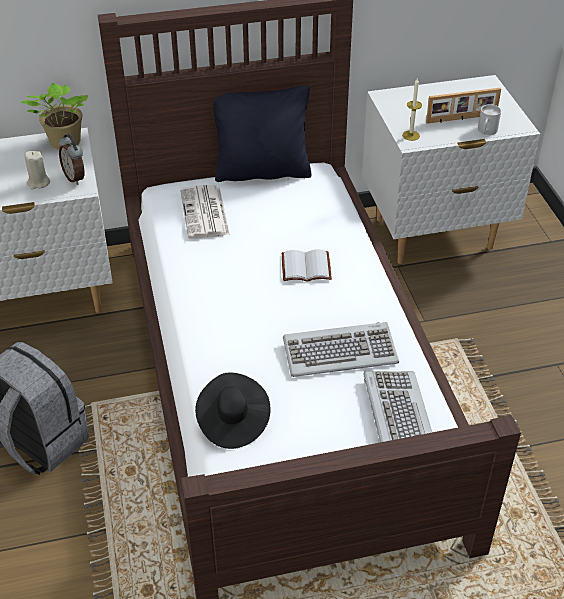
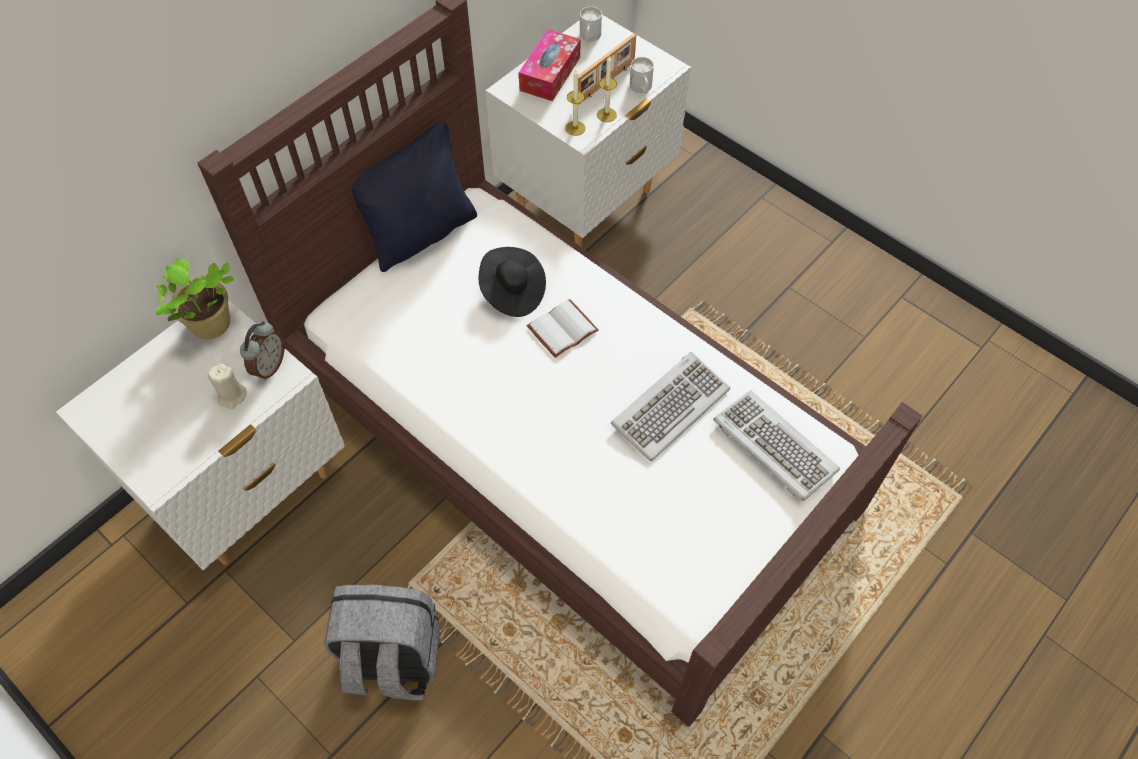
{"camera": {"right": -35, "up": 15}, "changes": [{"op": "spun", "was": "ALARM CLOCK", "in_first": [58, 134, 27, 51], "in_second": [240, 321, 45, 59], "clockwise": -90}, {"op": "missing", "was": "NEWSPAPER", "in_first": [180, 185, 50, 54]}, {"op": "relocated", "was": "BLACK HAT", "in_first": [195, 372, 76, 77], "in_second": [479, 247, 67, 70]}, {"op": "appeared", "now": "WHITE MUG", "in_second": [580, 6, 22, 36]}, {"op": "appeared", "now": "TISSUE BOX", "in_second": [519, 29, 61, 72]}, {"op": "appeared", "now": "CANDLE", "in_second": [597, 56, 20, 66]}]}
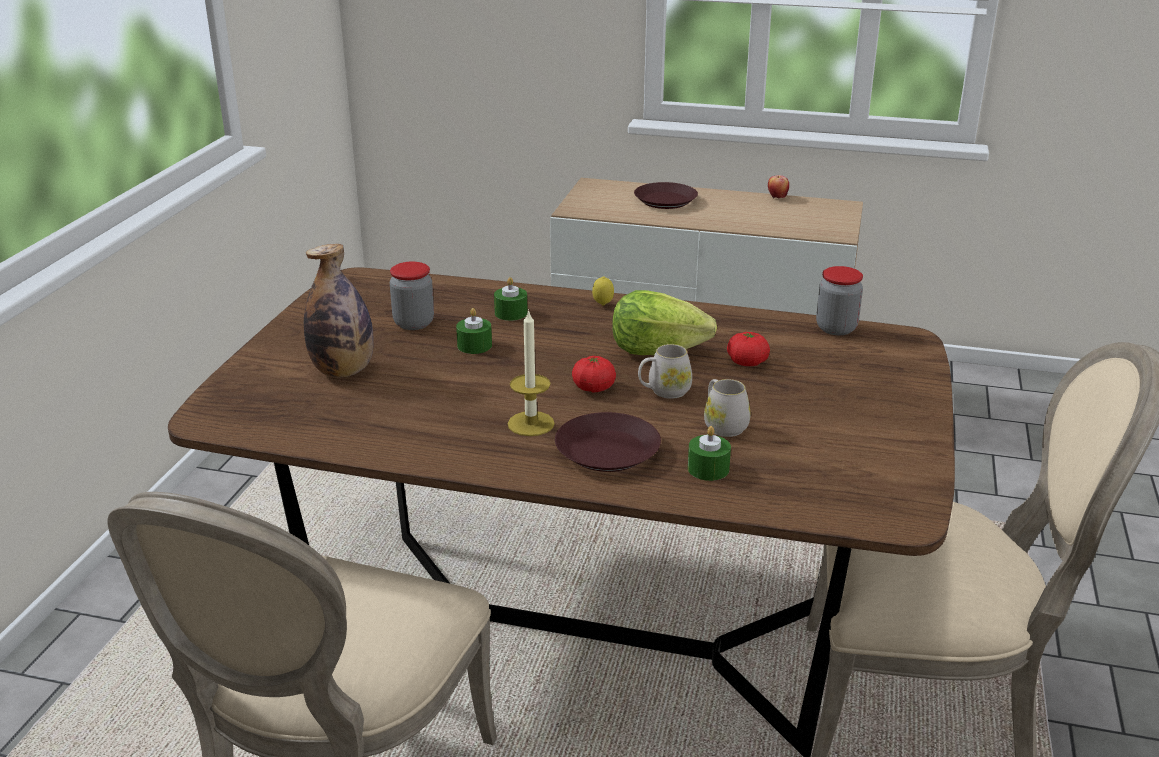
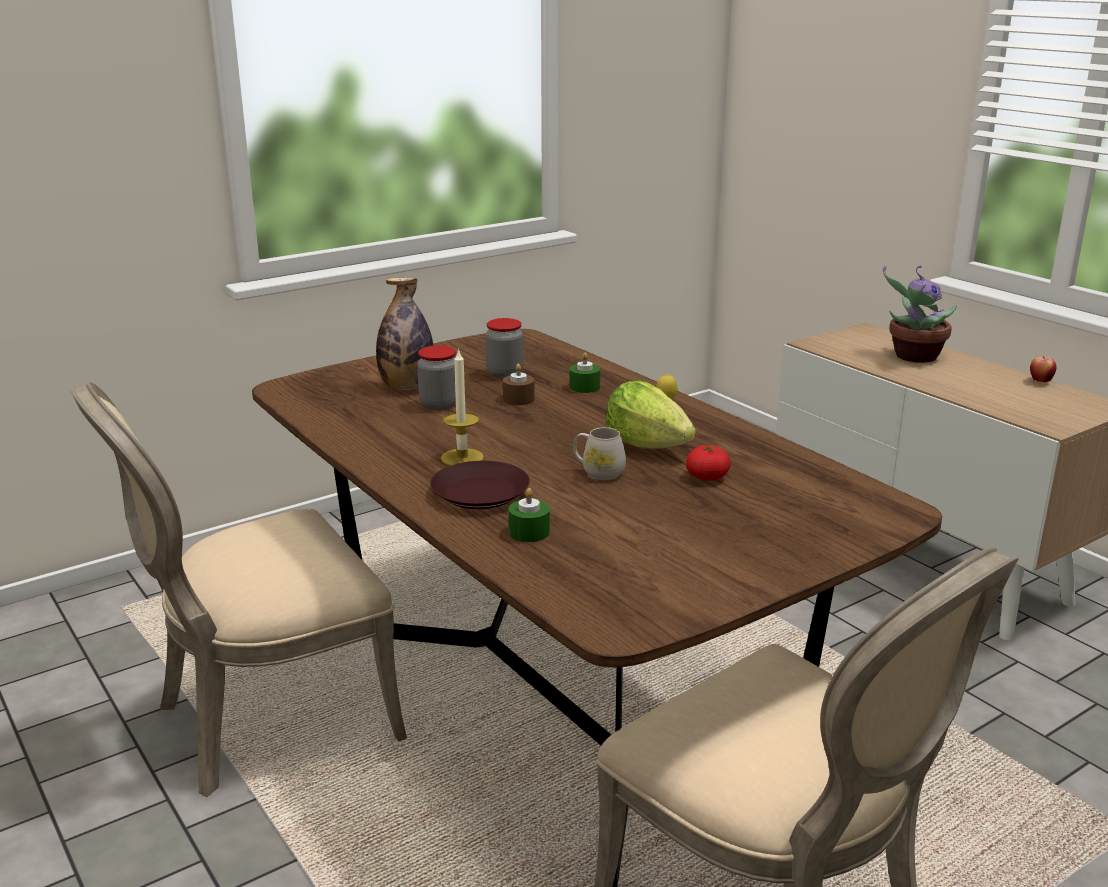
{"camera": {"right": 40, "up": -5}, "changes": [{"op": "exchanged", "was": "BROWN PLATE", "now": "POTTED PLANT", "in_first": [634, 182, 64, 27], "in_second": [883, 265, 74, 98]}, {"op": "relocated", "was": "JAR", "in_first": [816, 266, 47, 69], "in_second": [417, 345, 39, 65]}, {"op": "colour", "was": "GREEN CANDLE", "now": "BROWN CANDLE", "in_first": [456, 308, 36, 46], "in_second": [503, 363, 32, 42]}, {"op": "missing", "was": "TOMATO", "in_first": [572, 356, 44, 37]}, {"op": "missing", "was": "WHITE MUG", "in_first": [704, 379, 46, 58]}]}
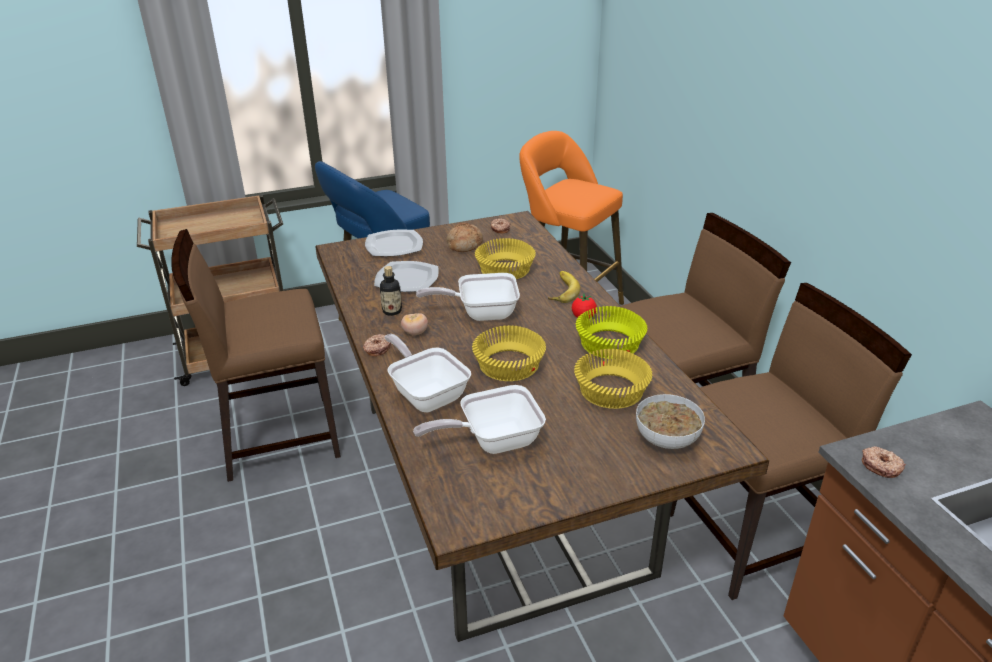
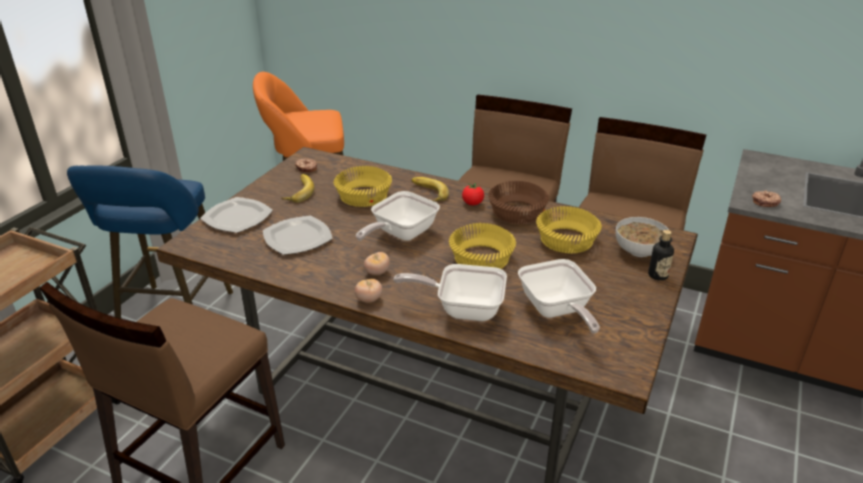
{"camera": {"right": -45, "up": 0}, "changes": [{"op": "exchanged", "was": "BREAD", "now": "BANANA", "in_first": [447, 223, 36, 29], "in_second": [281, 174, 33, 28]}, {"op": "relocated", "was": "BOTTLE", "in_first": [380, 266, 22, 50], "in_second": [648, 230, 26, 51]}, {"op": "colour", "was": "YELLOW BOWL", "now": "BROWN BOWL", "in_first": [576, 306, 71, 53], "in_second": [488, 181, 61, 43]}, {"op": "exchanged", "was": "DONUT", "now": "TOMATO", "in_first": [363, 334, 28, 22], "in_second": [355, 279, 27, 24]}, {"op": "spun", "was": "FRYING PAN", "in_first": [413, 385, 133, 69], "in_second": [518, 259, 82, 74], "clockwise": -45}]}
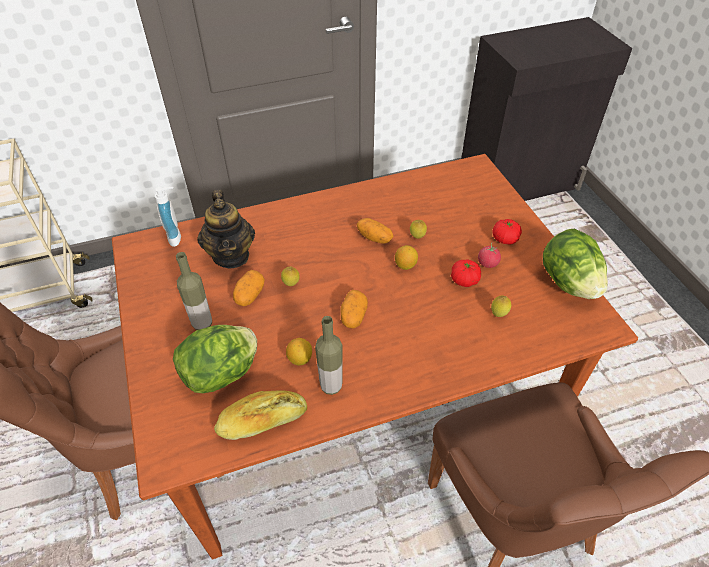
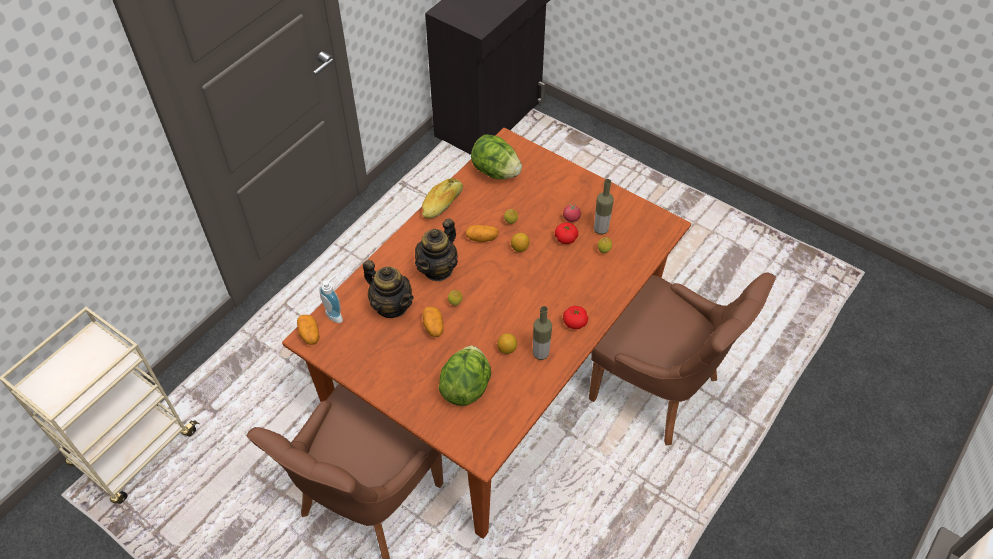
{"camera": {"right": -35, "up": 5}, "changes": [{"op": "relocated", "was": "TOMATO", "in_first": [492, 219, 30, 26], "in_second": [563, 306, 25, 23]}, {"op": "relocated", "was": "LETTUCE", "in_first": [543, 229, 65, 70], "in_second": [471, 135, 51, 45]}, {"op": "relocated", "was": "BOTTLE", "in_first": [176, 252, 36, 78], "in_second": [594, 179, 20, 56]}, {"op": "relocated", "was": "POTATO", "in_first": [340, 290, 28, 38], "in_second": [297, 315, 22, 30]}, {"op": "relocated", "was": "BREAD", "in_first": [214, 390, 93, 50], "in_second": [422, 178, 41, 41]}, {"op": "appeared", "now": "TEAPOT", "in_second": [415, 218, 43, 63]}]}
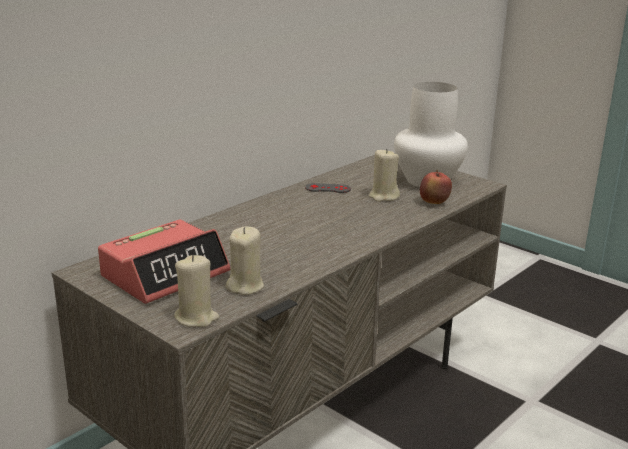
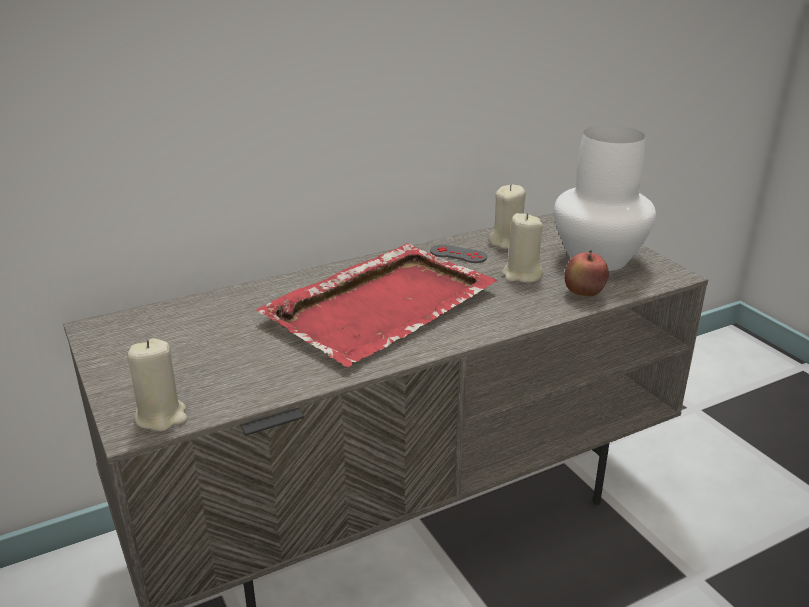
{"camera": {"right": 20, "up": 5}, "changes": [{"op": "missing", "was": "ALARM CLOCK", "in_first": [98, 219, 132, 85]}, {"op": "relocated", "was": "BEIGE CANDLE", "in_first": [226, 226, 38, 69], "in_second": [488, 184, 38, 65]}, {"op": "appeared", "now": "RED TRAY", "in_second": [256, 243, 242, 124]}]}
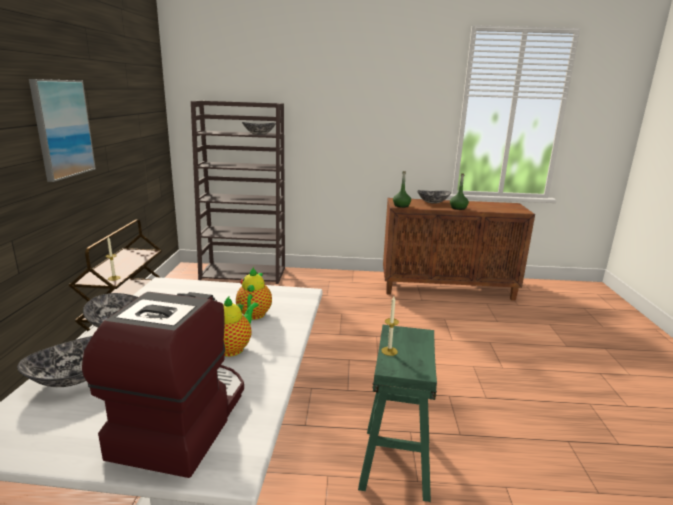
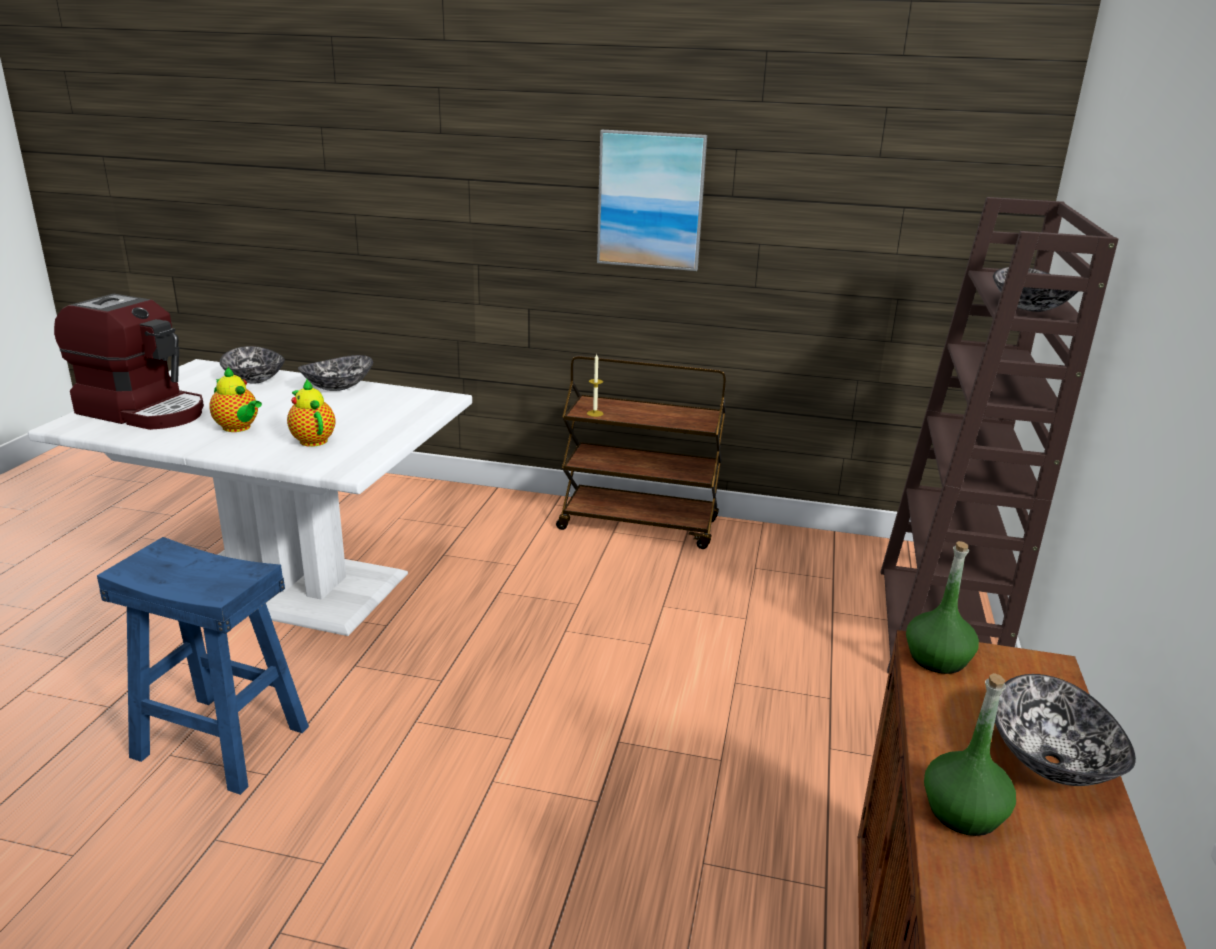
{"camera": {"right": 100, "up": 5}, "changes": [{"op": "spun", "was": "TEAPOT", "in_first": [236, 267, 36, 53], "in_second": [287, 379, 48, 68], "clockwise": -135}, {"op": "missing", "was": "CANDLE", "in_first": [381, 296, 18, 60]}, {"op": "colour", "was": "GREEN STOOL", "now": "BLUE STOOL", "in_first": [358, 325, 79, 177], "in_second": [97, 537, 212, 258]}]}
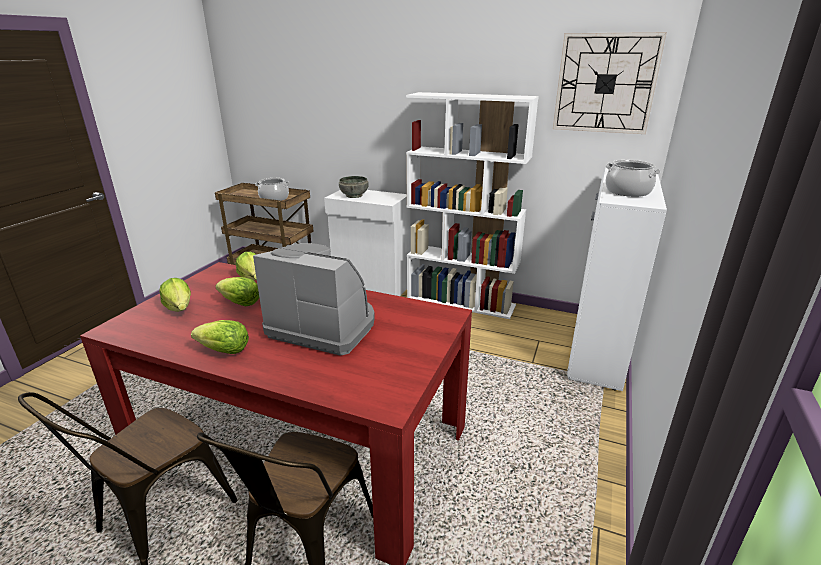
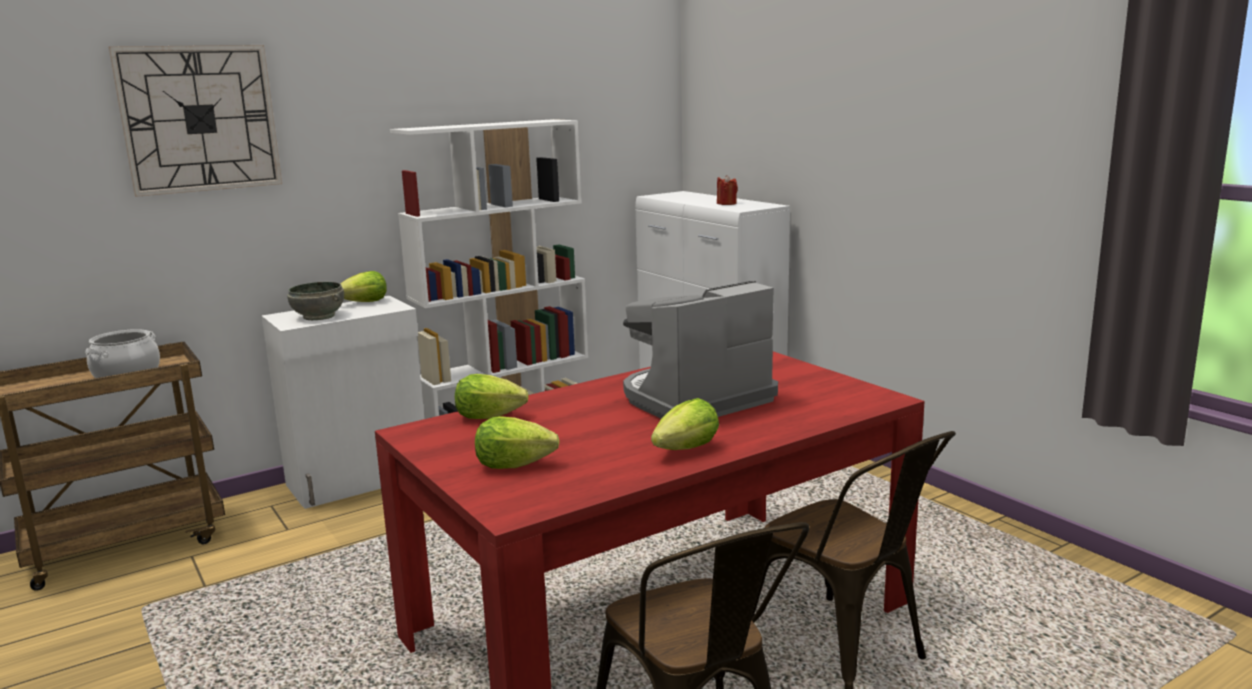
{"camera": {"right": -55, "up": -10}, "changes": [{"op": "relocated", "was": "WALL CLOCK", "in_first": [553, 32, 114, 102], "in_second": [108, 45, 174, 152]}, {"op": "exchanged", "was": "COOKING POT", "now": "RED CANDLE", "in_first": [605, 160, 56, 37], "in_second": [717, 175, 21, 30]}, {"op": "relocated", "was": "LETTUCE", "in_first": [215, 277, 44, 29], "in_second": [340, 271, 47, 31]}]}
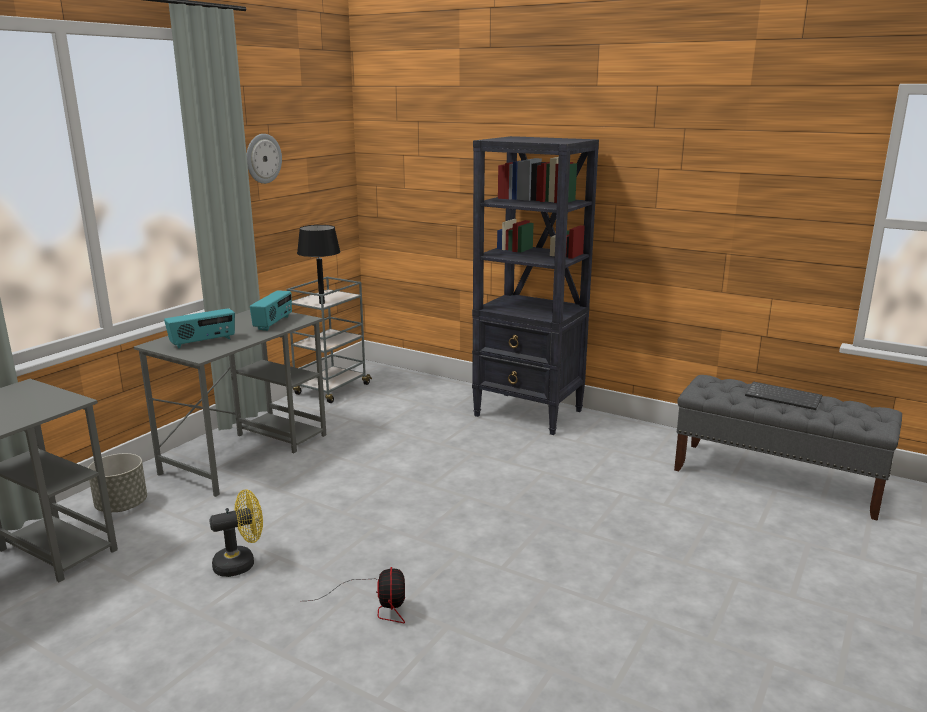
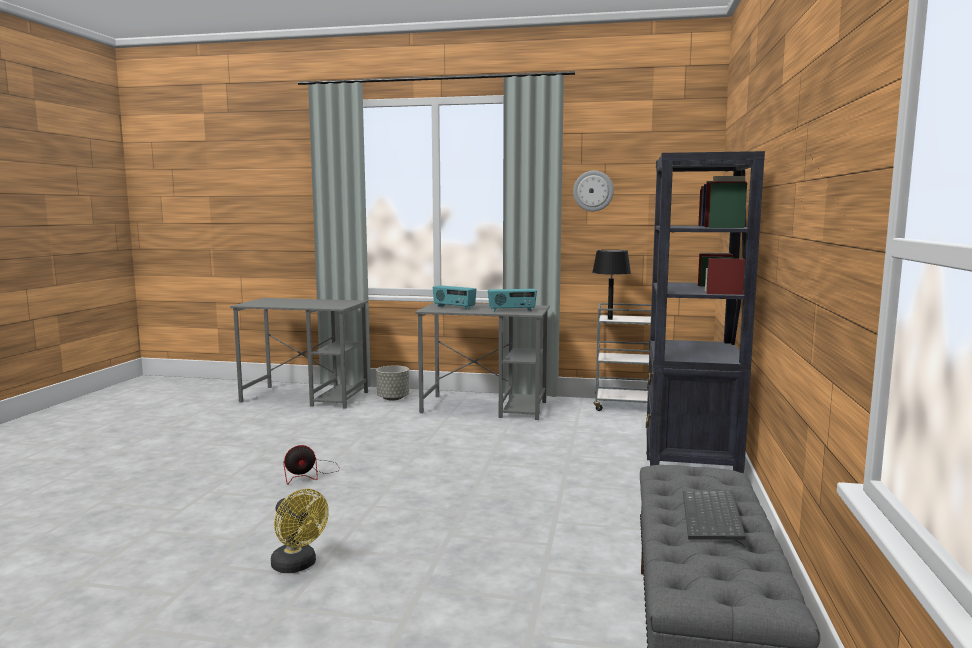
{"camera": {"right": 70, "up": -10}, "changes": [{"op": "relocated", "was": "YELLOW FAN", "in_first": [209, 490, 54, 87], "in_second": [271, 489, 58, 84]}]}
